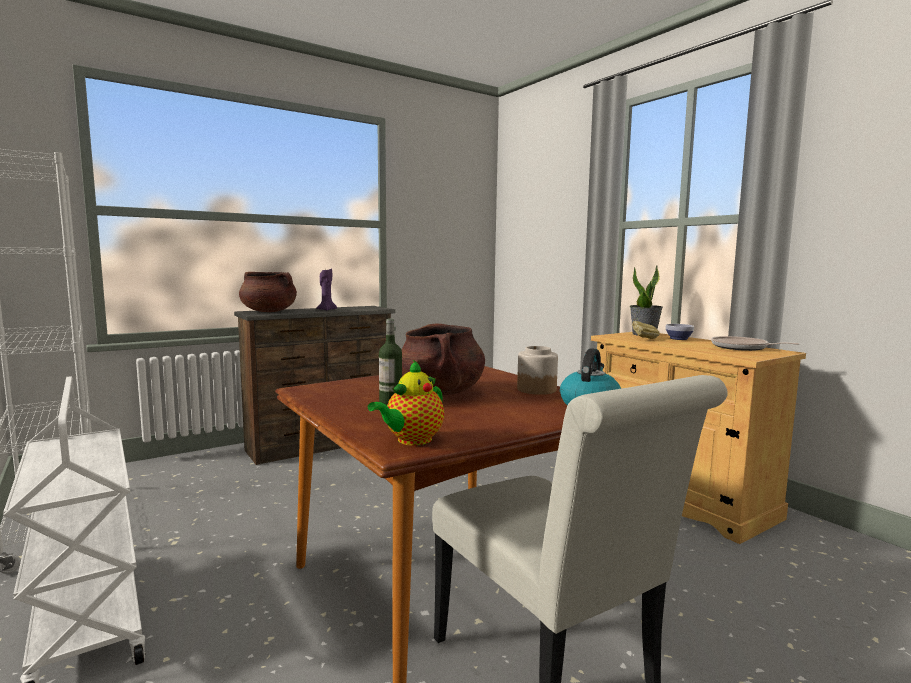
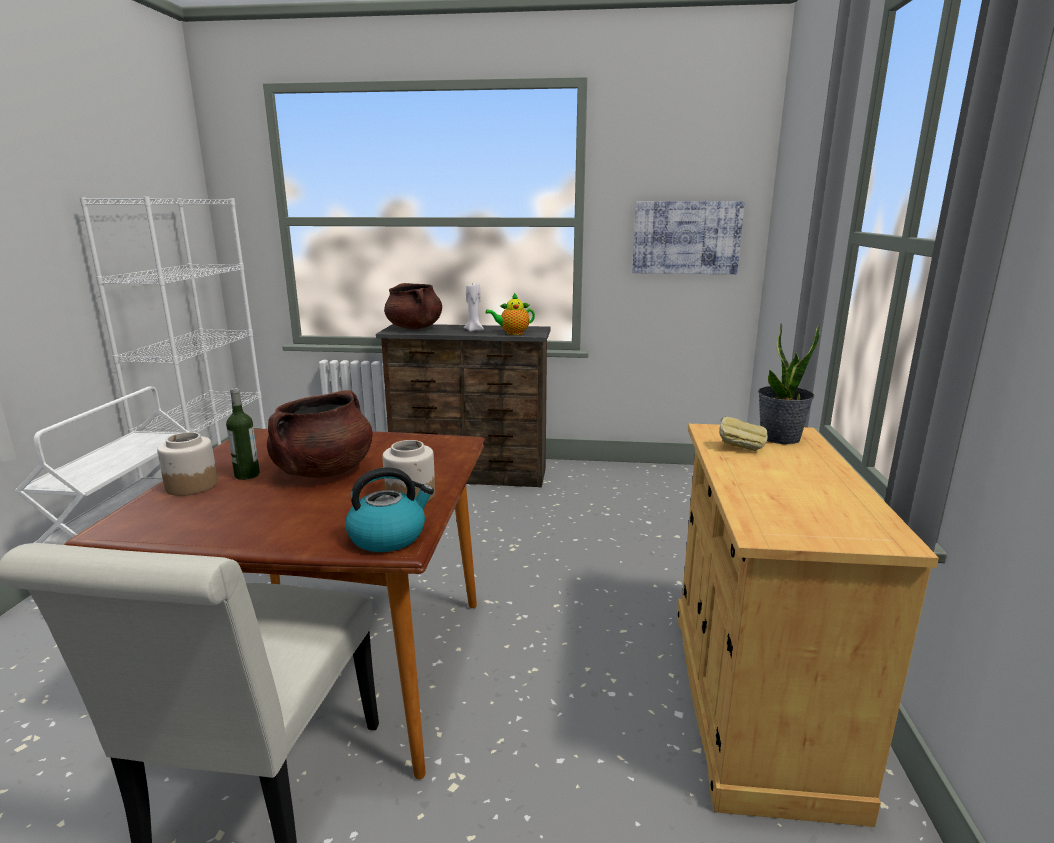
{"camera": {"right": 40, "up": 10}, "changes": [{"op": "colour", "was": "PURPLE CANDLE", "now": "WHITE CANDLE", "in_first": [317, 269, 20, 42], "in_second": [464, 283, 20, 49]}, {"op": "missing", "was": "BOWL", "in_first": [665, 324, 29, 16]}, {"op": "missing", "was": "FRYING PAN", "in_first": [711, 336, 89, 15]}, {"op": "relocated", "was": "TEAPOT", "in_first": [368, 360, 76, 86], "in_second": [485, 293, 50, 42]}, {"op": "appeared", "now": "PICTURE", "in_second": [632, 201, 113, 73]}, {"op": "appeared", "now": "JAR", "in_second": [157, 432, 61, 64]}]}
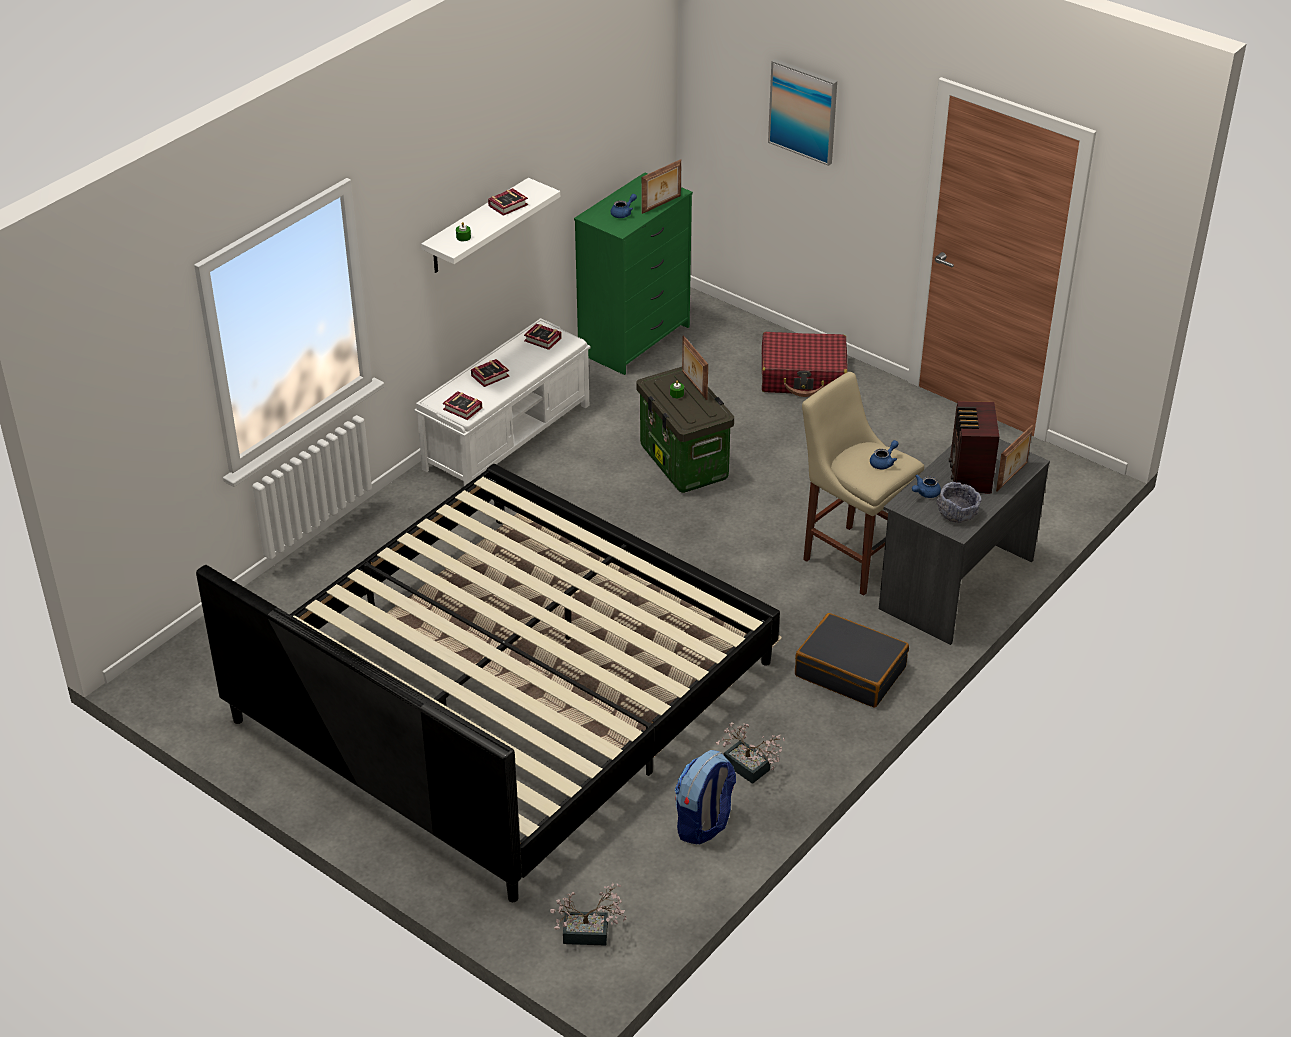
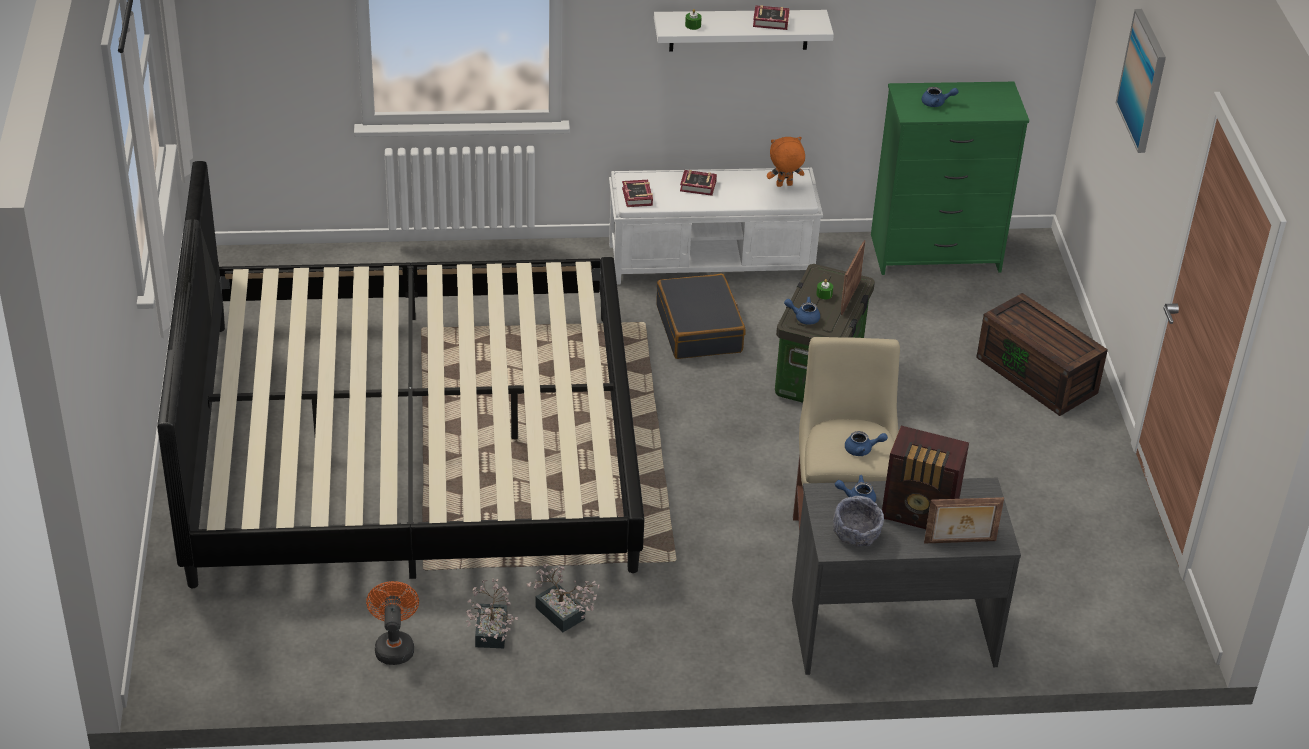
{"camera": {"right": 45, "up": 0}, "changes": [{"op": "missing", "was": "PICTURE FRAME", "in_first": [642, 159, 39, 55]}, {"op": "exchanged", "was": "BOOK", "now": "ORANGE PLUSH TOY", "in_first": [524, 323, 38, 27], "in_second": [767, 137, 38, 50]}, {"op": "exchanged", "was": "RED SUITCASE", "now": "BROWN STORAGE BOX", "in_first": [762, 332, 86, 65], "in_second": [976, 293, 132, 123]}, {"op": "spun", "was": "RADIO", "in_first": [949, 401, 50, 93], "in_second": [882, 426, 87, 103], "clockwise": -120}, {"op": "relocated", "was": "BLACK SUITCASE", "in_first": [795, 613, 114, 95], "in_second": [656, 274, 90, 85]}, {"op": "exchanged", "was": "BACKPACK", "now": "ORANGE FAN", "in_first": [675, 750, 61, 95], "in_second": [366, 581, 53, 84]}, {"op": "relocated", "was": "POTTED PLANT", "in_first": [550, 883, 77, 63], "in_second": [527, 564, 73, 68]}, {"op": "appeared", "now": "BLUE TEAPOT", "in_second": [784, 297, 36, 28]}]}
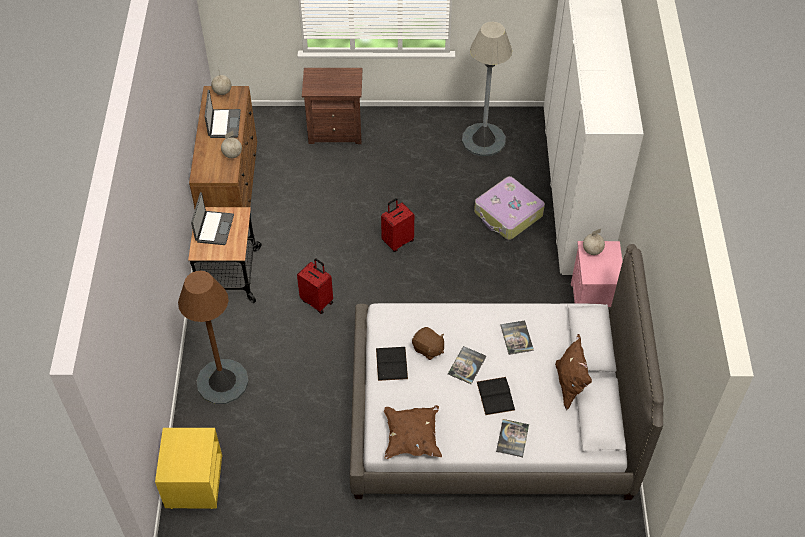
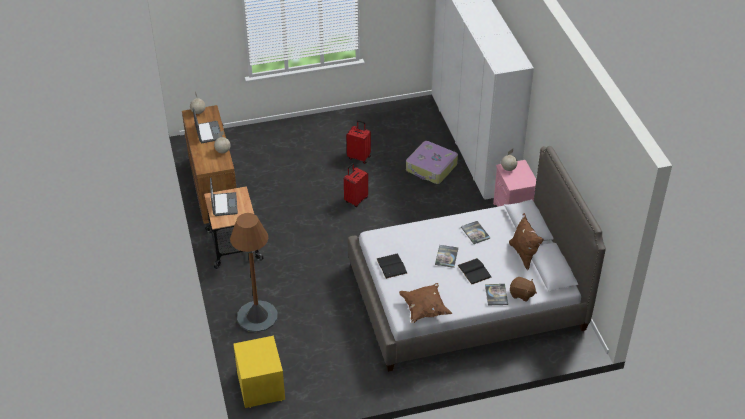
{"camera": {"right": -15, "up": -10}, "changes": [{"op": "missing", "was": "GREY FLOOR LAMP", "in_first": [462, 22, 50, 135]}, {"op": "missing", "was": "BROWN NIGHTSTAND", "in_first": [302, 68, 60, 76]}, {"op": "relocated", "was": "RED SUITCASE", "in_first": [297, 258, 36, 56], "in_second": [347, 120, 24, 44]}, {"op": "relocated", "was": "BROWN PLUSH TOY", "in_first": [412, 327, 32, 33], "in_second": [510, 277, 27, 25]}]}
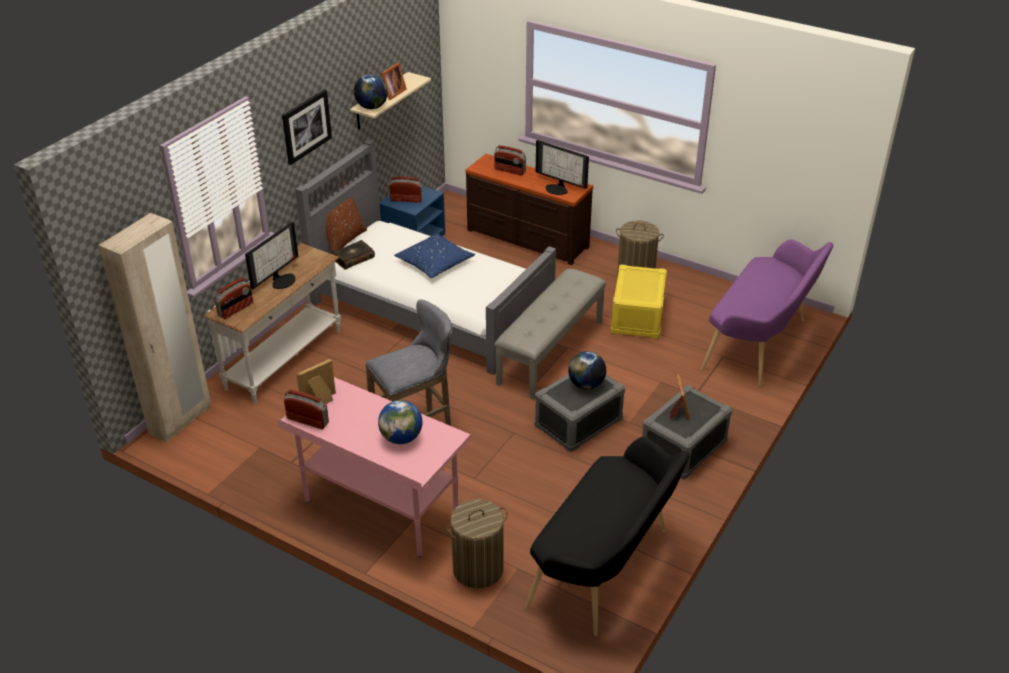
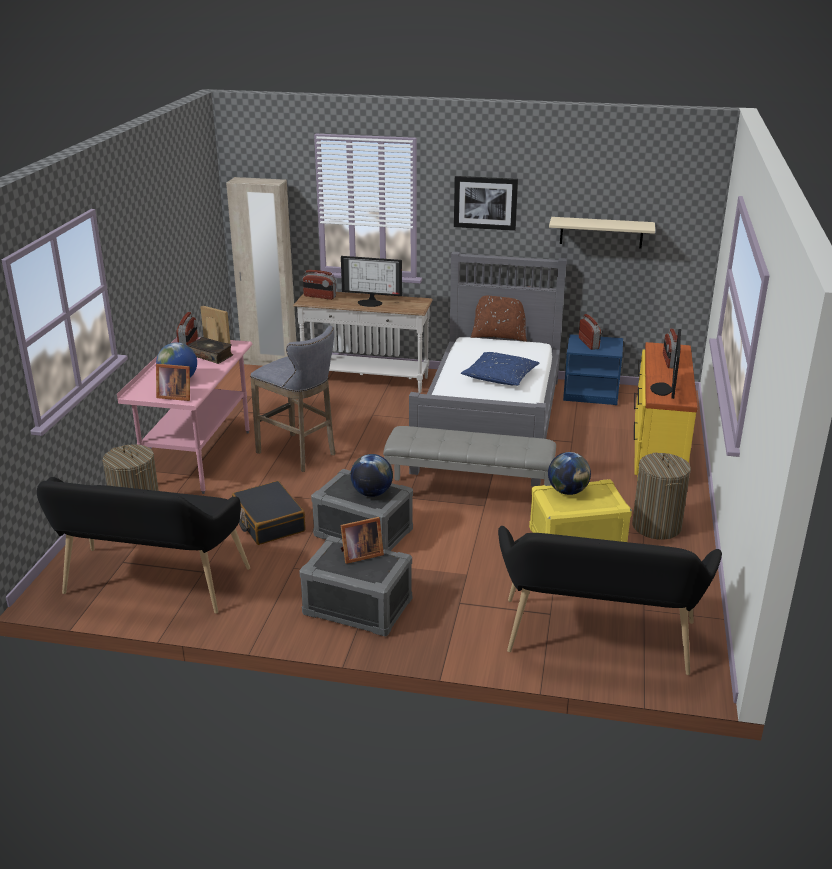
{"camera": {"right": 70, "up": -10}, "changes": [{"op": "relocated", "was": "PICTURE FRAME", "in_first": [381, 63, 26, 37], "in_second": [156, 364, 34, 37]}, {"op": "relocated", "was": "GLOBE", "in_first": [354, 75, 34, 34], "in_second": [548, 452, 43, 43]}, {"op": "colour", "was": "BROWN DRESSER", "now": "YELLOW DRESSER", "in_first": [465, 154, 128, 111], "in_second": [634, 342, 64, 138]}, {"op": "colour", "was": "PURPLE BENCH", "now": "BLACK BENCH", "in_first": [701, 239, 132, 148], "in_second": [498, 526, 224, 149]}, {"op": "relocated", "was": "BOOK", "in_first": [333, 240, 42, 30], "in_second": [188, 337, 45, 27]}, {"op": "appeared", "now": "BLACK SUITCASE", "in_second": [232, 481, 73, 64]}]}
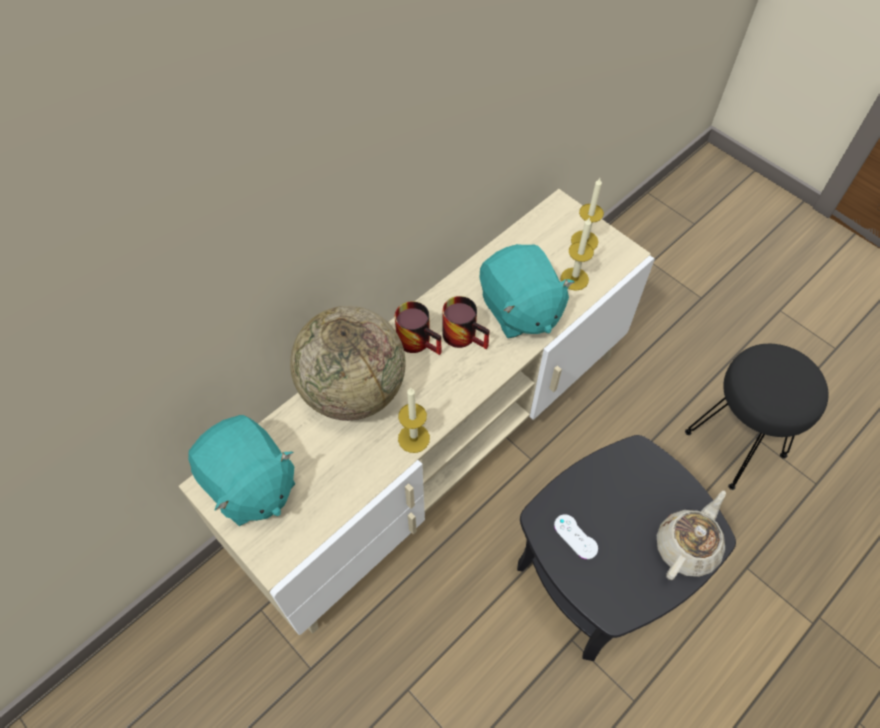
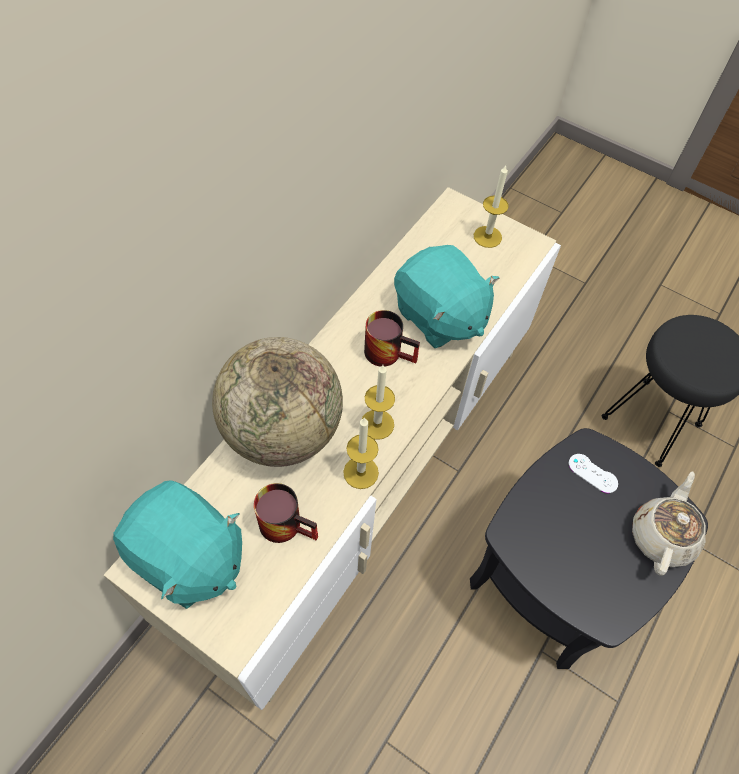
{"camera": {"right": -15, "up": 0}, "changes": [{"op": "relocated", "was": "CANDLE", "in_first": [561, 218, 33, 73], "in_second": [361, 365, 34, 75]}, {"op": "relocated", "was": "MUG", "in_first": [395, 301, 47, 54], "in_second": [254, 483, 64, 60]}, {"op": "relocated", "was": "WHITE GAME CONTROLLER", "in_first": [554, 514, 44, 45], "in_second": [569, 454, 49, 39]}]}
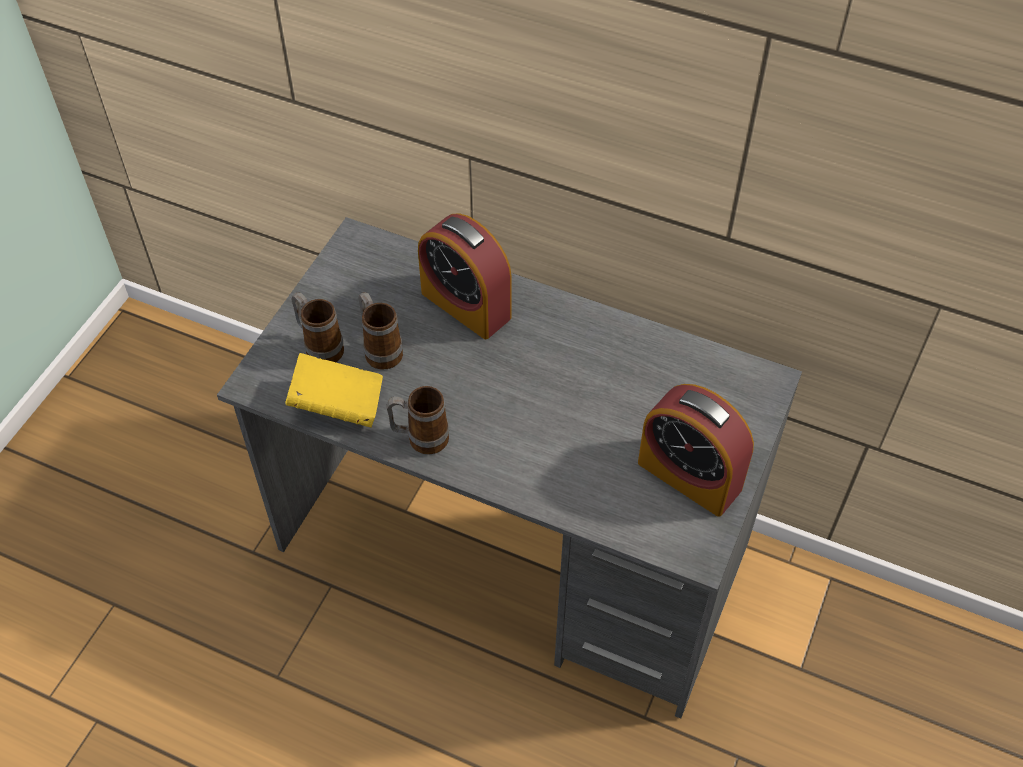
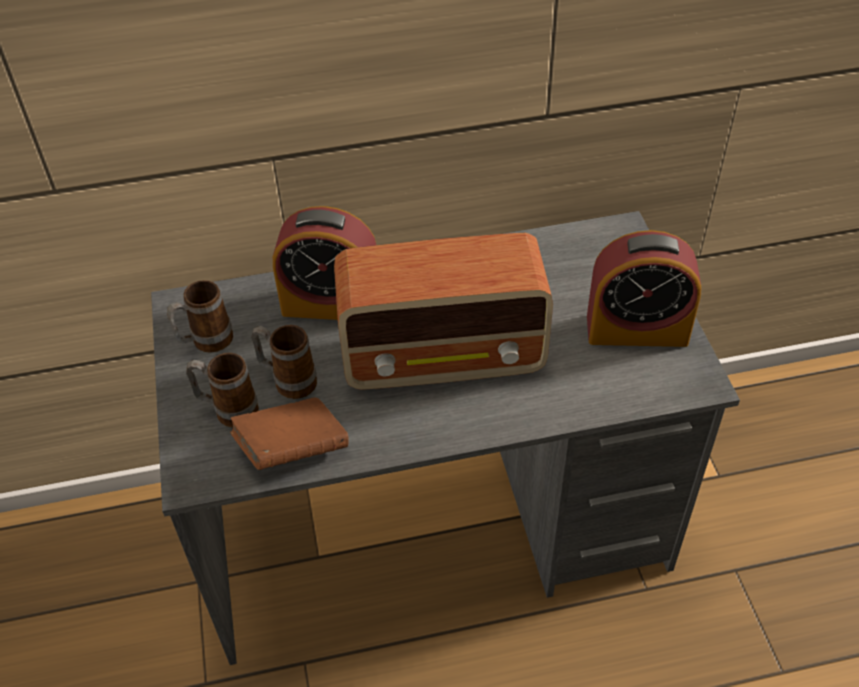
{"camera": {"right": -35, "up": -5}, "changes": [{"op": "colour", "was": "YELLOW BOOK", "now": "BROWN BOOK", "in_first": [285, 353, 98, 75], "in_second": [230, 398, 119, 72]}, {"op": "relocated", "was": "MUG", "in_first": [386, 386, 63, 69], "in_second": [167, 280, 66, 73]}, {"op": "appeared", "now": "RADIO", "in_second": [334, 233, 219, 157]}]}
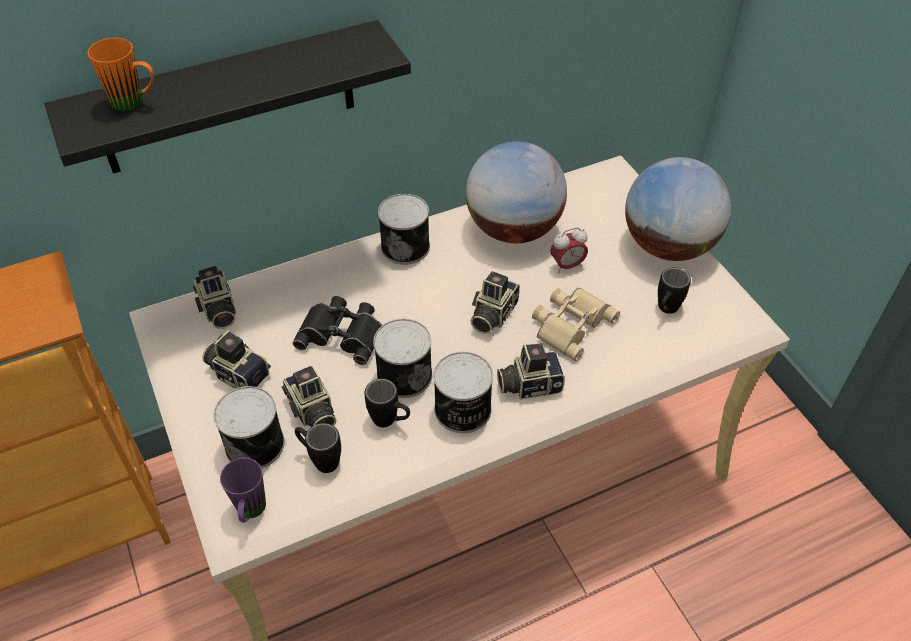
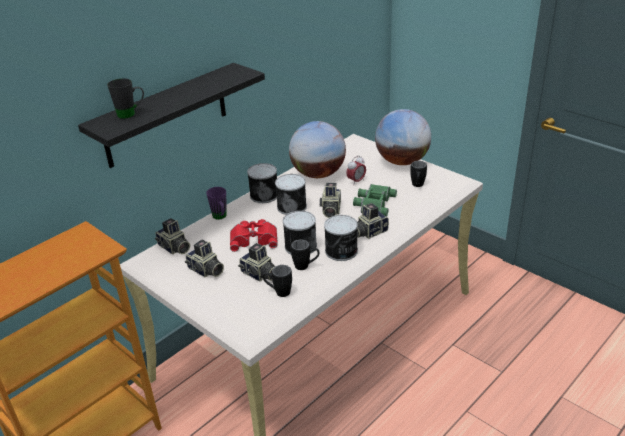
{"camera": {"right": -20, "up": -15}, "changes": [{"op": "colour", "was": "ORANGE MUG", "now": "BLACK MUG", "in_first": [88, 38, 66, 73], "in_second": [107, 78, 37, 41]}, {"op": "colour", "was": "BEIGE BINOCULARS", "now": "GREEN BINOCULARS", "in_first": [532, 288, 88, 73], "in_second": [353, 184, 44, 32]}, {"op": "colour", "was": "BLACK BINOCULARS", "now": "RED BINOCULARS", "in_first": [293, 296, 89, 69], "in_second": [230, 219, 48, 33]}, {"op": "spun", "was": "PHOTO CAMERA", "in_first": [202, 330, 69, 59], "in_second": [185, 240, 39, 38], "clockwise": -150}, {"op": "relocated", "was": "CAN", "in_first": [213, 386, 72, 82], "in_second": [275, 174, 32, 41]}, {"op": "relocated", "was": "PURPLE MUG", "in_first": [220, 458, 46, 65], "in_second": [206, 187, 21, 33]}]}
